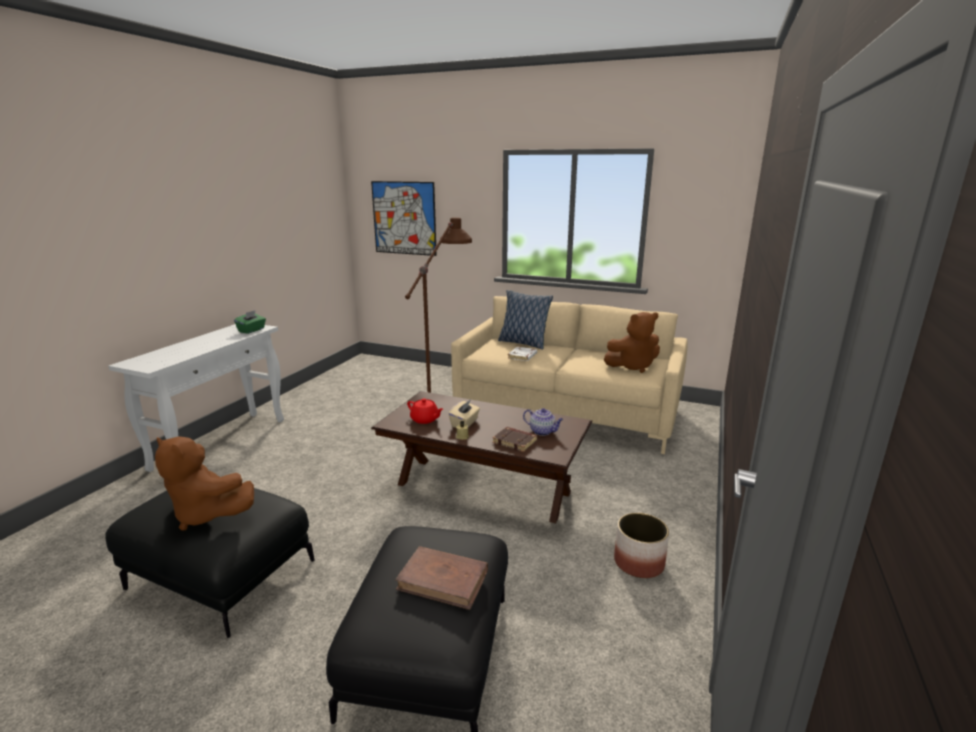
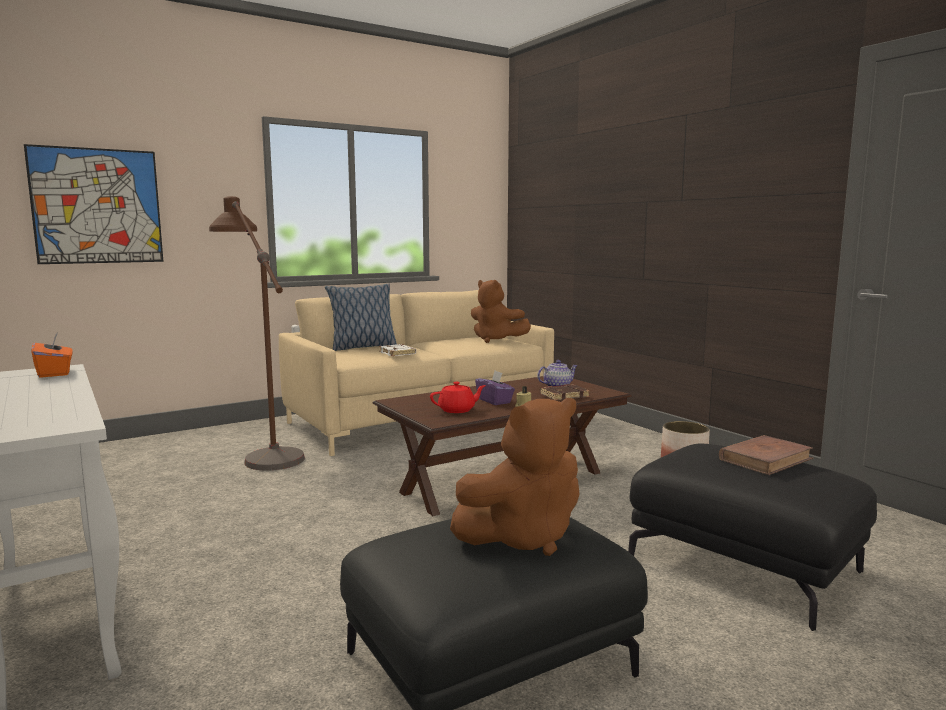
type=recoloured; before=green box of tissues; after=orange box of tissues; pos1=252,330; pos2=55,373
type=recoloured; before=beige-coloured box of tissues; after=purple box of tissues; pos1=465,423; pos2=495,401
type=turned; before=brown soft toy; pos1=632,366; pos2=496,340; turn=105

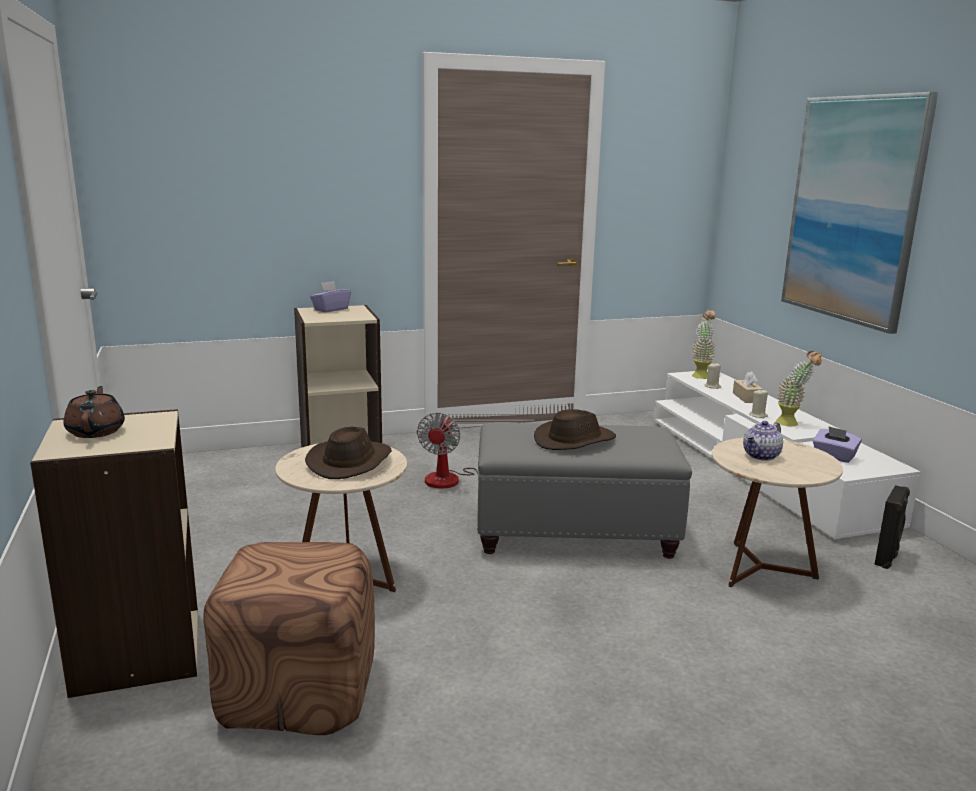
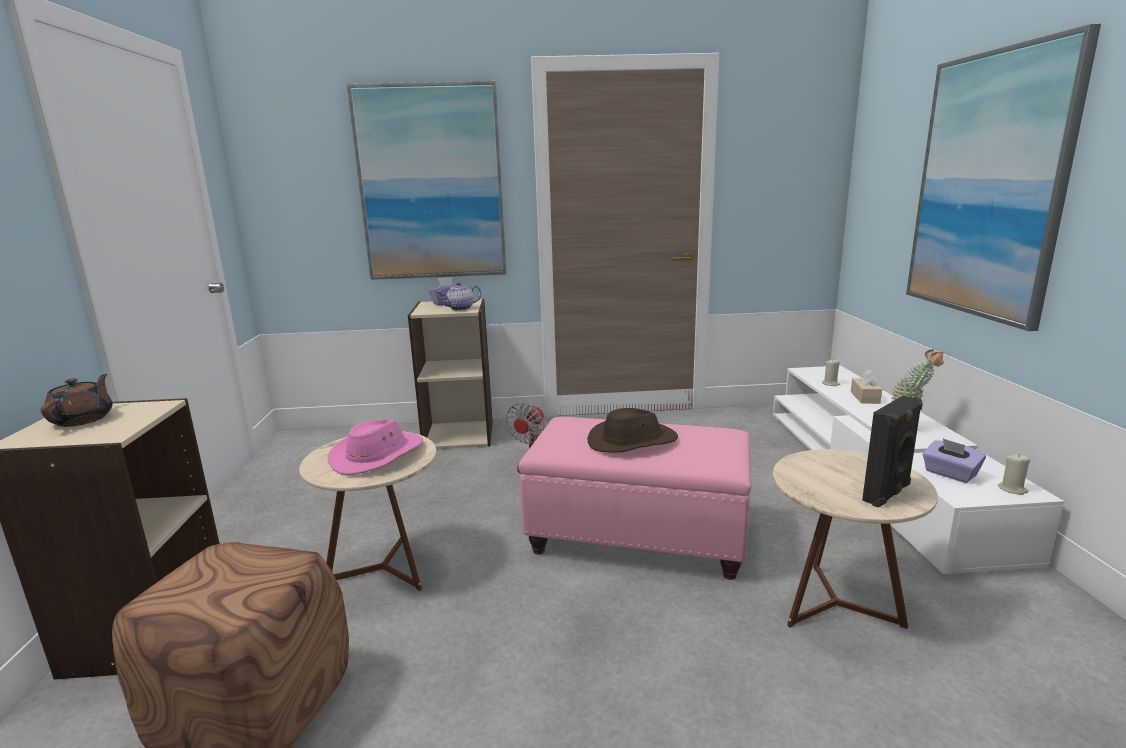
type=removed; before=houseplant; pos1=701,375
type=added; after=wall art; pos2=431,183
type=moved; before=tea pot; pos1=761,456; pos2=460,308
type=moved; before=beige-coloured wax light; pos1=758,415; pos2=1012,489
type=moved; before=black audio speaker; pos1=887,557; pos2=888,493
type=recoloured; before=brown wearable hat; after=pink-coloured wearable hat; pos1=350,462; pos2=378,455
type=recoloured; before=grey ottoman; after=pink-coloured ottoman; pos1=573,532; pos2=636,537

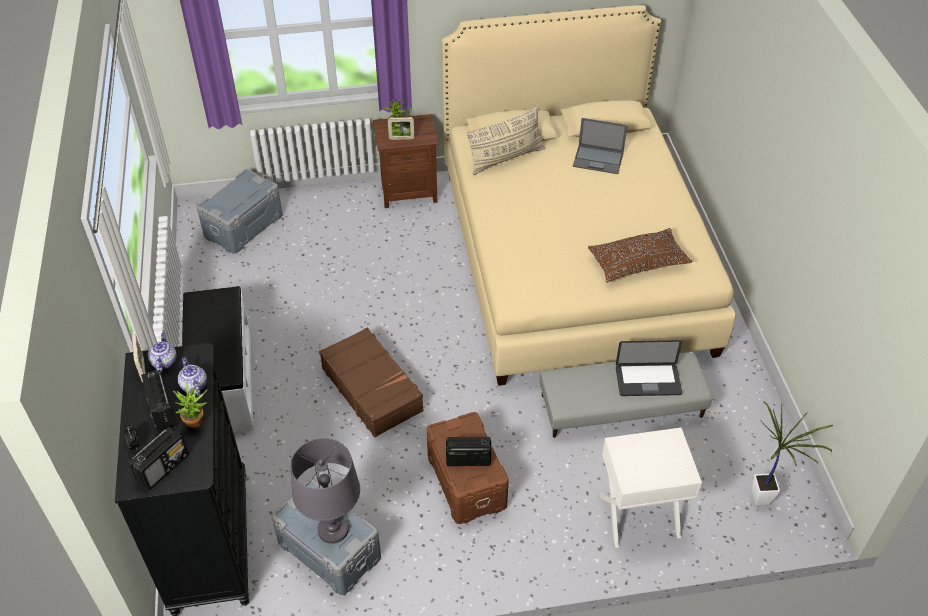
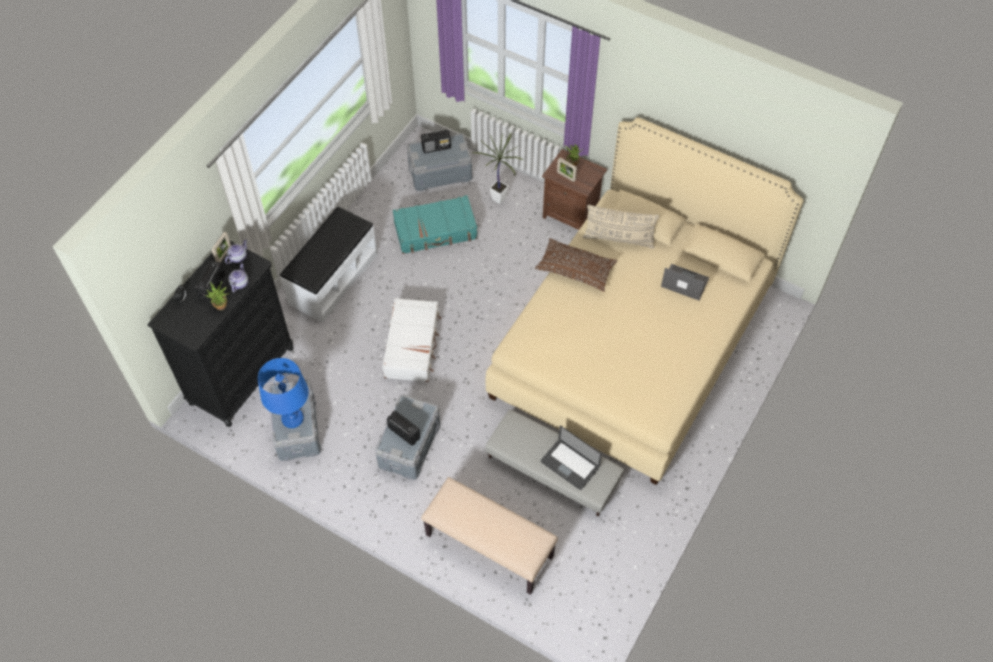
type=added; after=turquoise piece of luggage; pos2=436,231
type=moved; before=radio set; pos1=163,467; pos2=436,147
type=moved; before=brown cushion; pos1=638,263; pos2=575,270
type=moved; before=houseplant; pos1=765,500; pos2=500,201
type=replaced; before=white bedside table; after=beige-coloured long seat; pos1=639,516; pos2=488,546
type=recoloured; before=grey lamp for a table; after=blue lamp for a table; pos1=333,529; pos2=292,418
type=recoloured; before=brown piece of luggage; after=white piece of luggage; pos1=372,389; pos2=412,345
type=recoloured; before=brown storage bin; after=grey storage bin; pos1=465,482; pos2=409,445
type=turned; before=laptop; pos1=598,159; pos2=684,282; turn=150

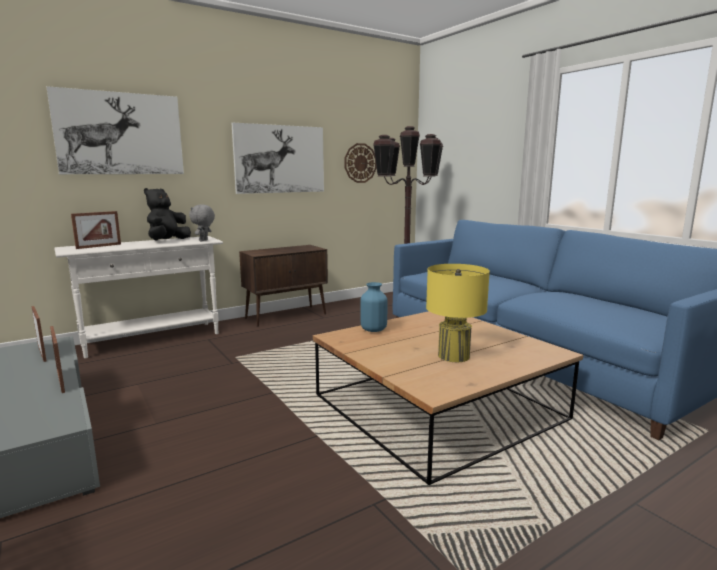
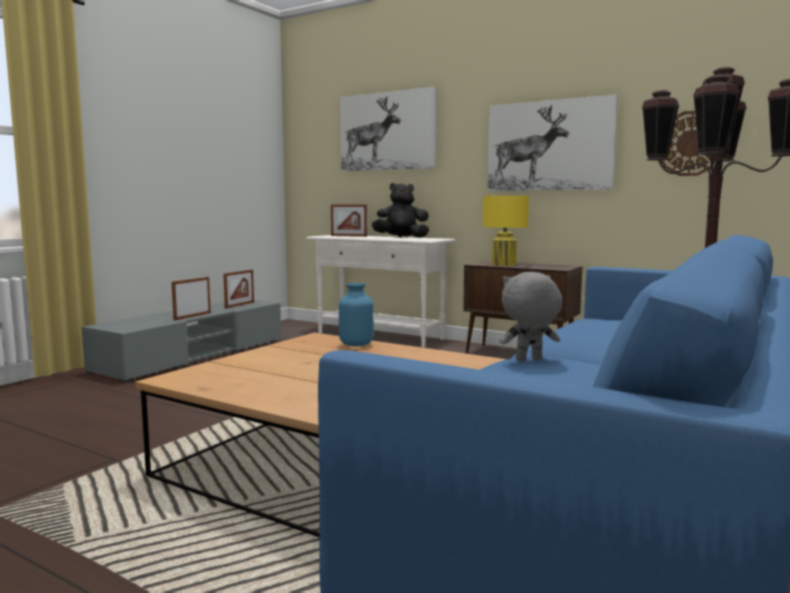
type=moved; before=grey soft toy; pos1=204,240; pos2=528,360
type=moved; before=yellow lamp for a table; pos1=453,356; pos2=504,264

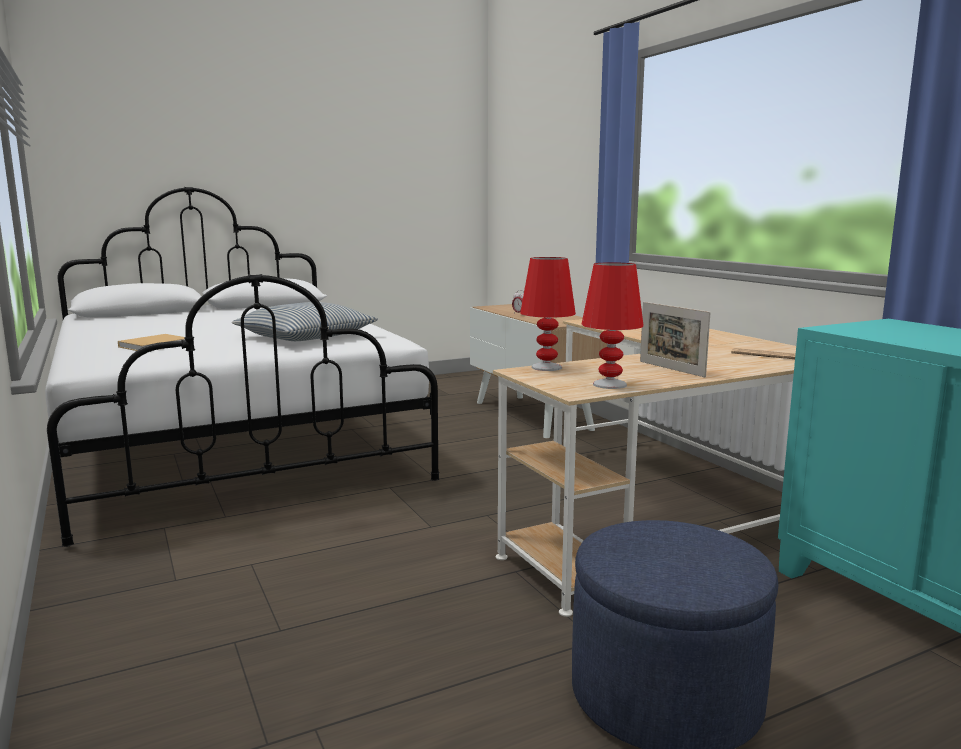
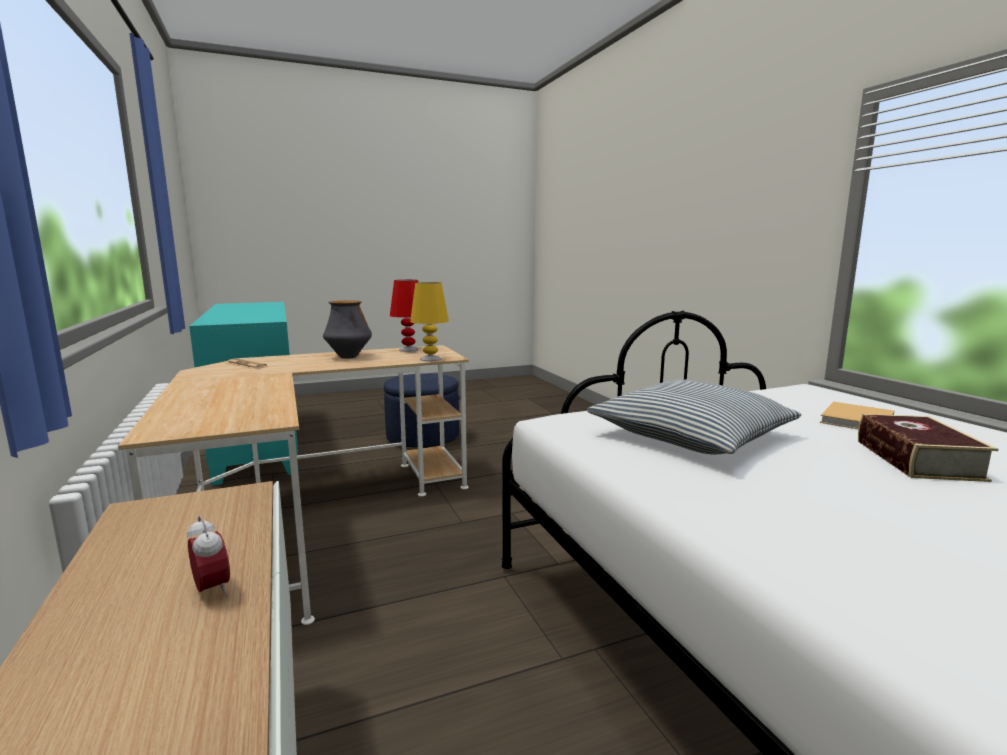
type=added; after=bound book; pos2=917,459
type=replaced; before=standing frame; after=vase; pos1=671,369; pos2=348,357
type=recoloured; before=red-coloured lamp for a table; after=yellow lamp for a table; pos1=546,367; pos2=430,359

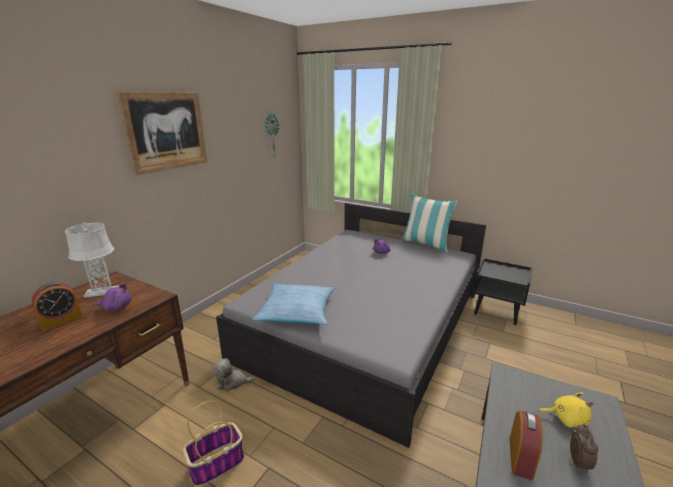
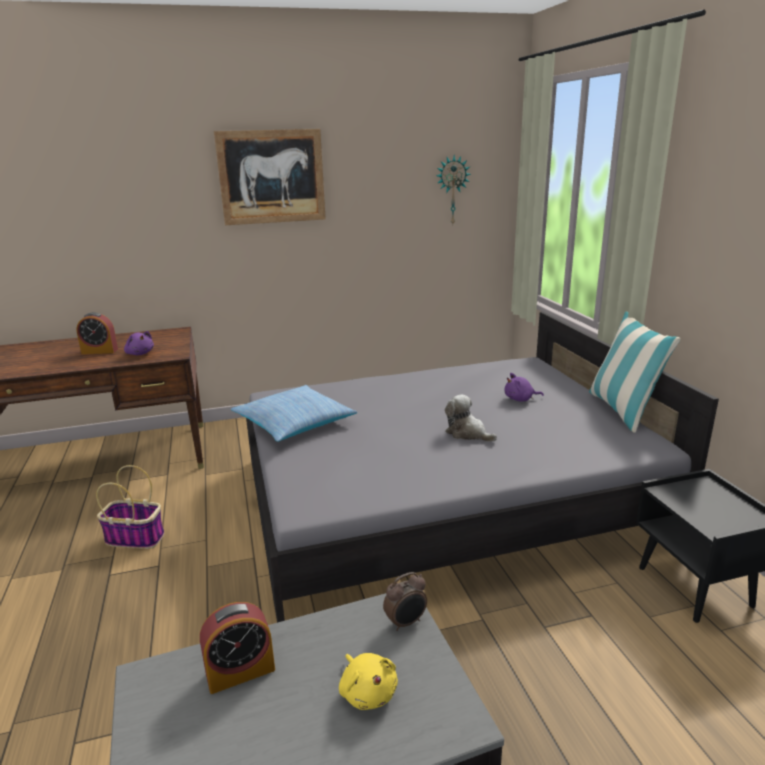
type=removed; before=grey lamp for a table; pos1=103,292
type=moved; before=soft toy; pos1=233,382; pos2=467,433
type=moved; before=table clock; pos1=579,462; pos2=406,622

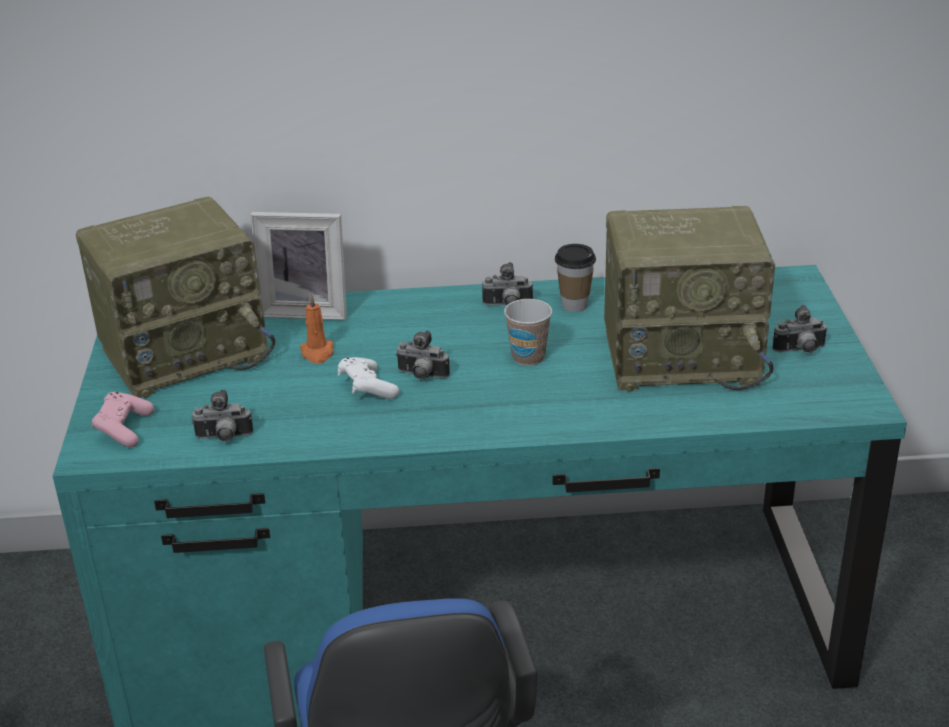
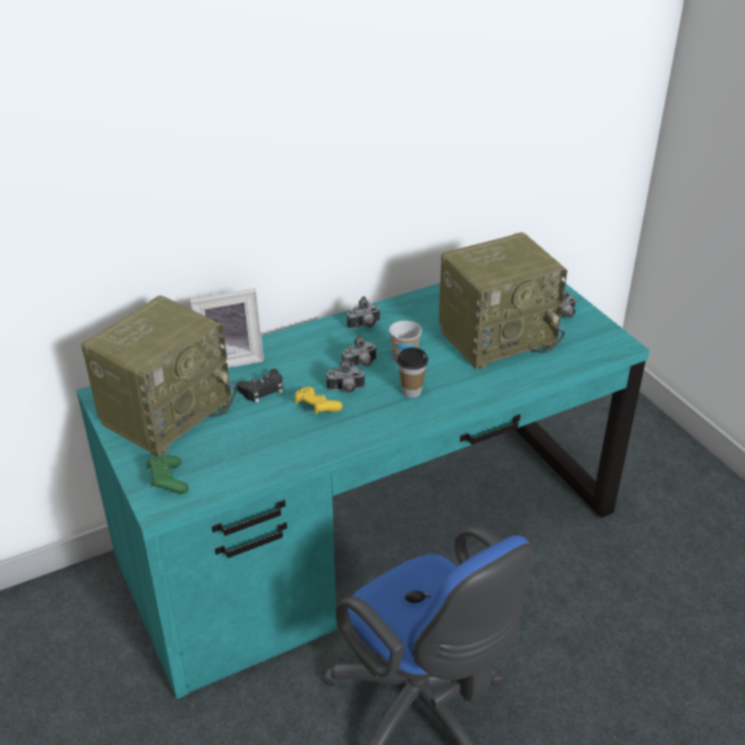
type=moved; before=still camera; pos1=224,438; pos2=361,365
type=moved; before=drinking cup; pos1=574,305; pos2=411,391
type=replaced; before=orange wax light; after=black joypad; pos1=317,353; pos2=262,390
type=recoloured; before=pink-coloured joypad; after=green joypad; pos1=124,429; pos2=168,481
type=recoloured; before=white joypad; after=yellow joypad; pos1=367,389; pos2=316,408

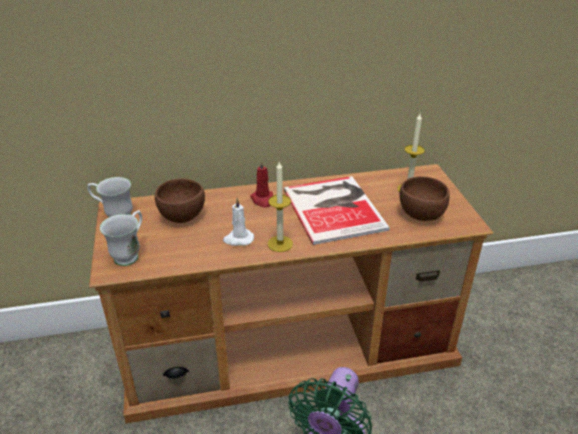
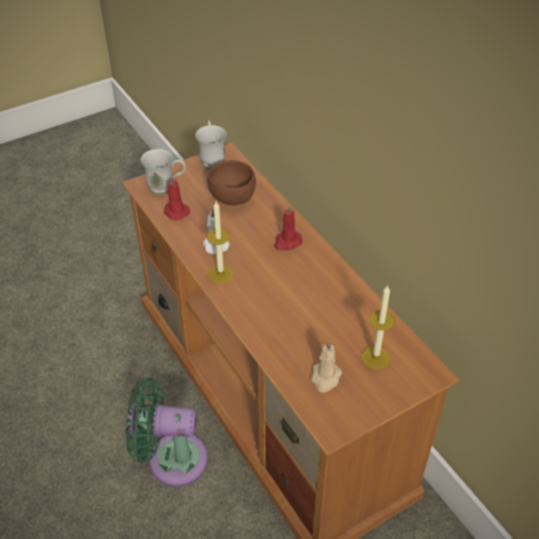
type=removed; before=bound book; pos1=335,207
type=added; after=red-coloured wax light; pos2=175,211
type=replaced; before=brown serving bowl; after=beige-coloured wax light; pos1=421,215; pos2=325,378

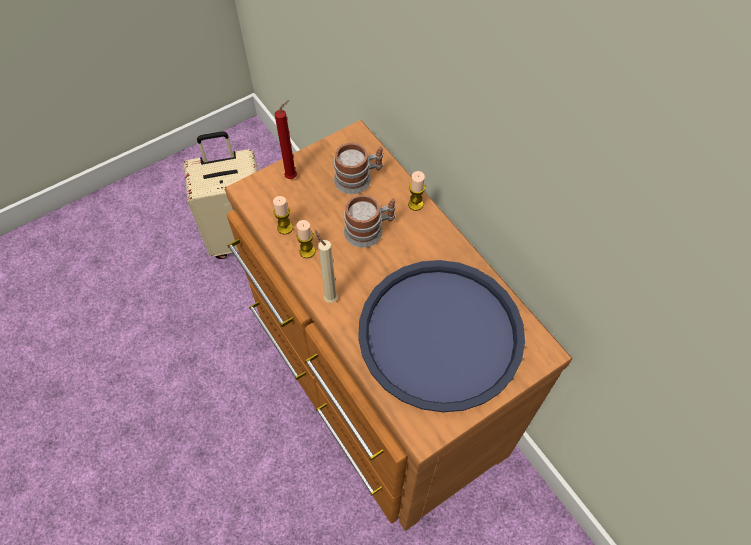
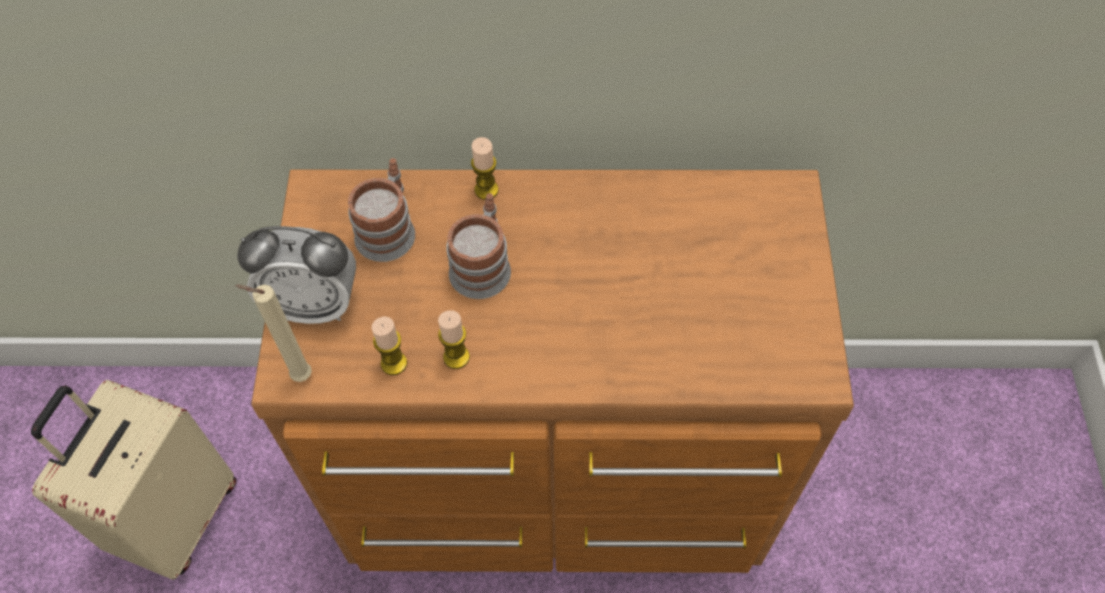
type=removed; before=blue carrying tray; pos1=440,334
type=moved; before=beige-coloured wax light; pos1=329,297; pos2=298,376
type=replaced; before=red-coloured wax light; after=table clock; pos1=293,176; pos2=314,304

